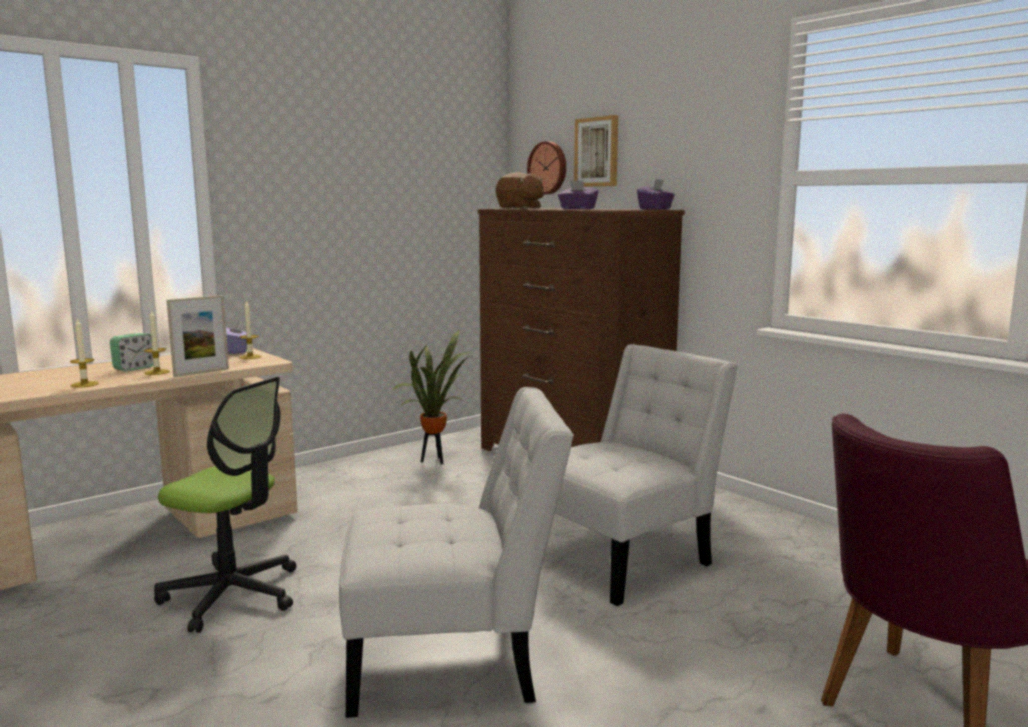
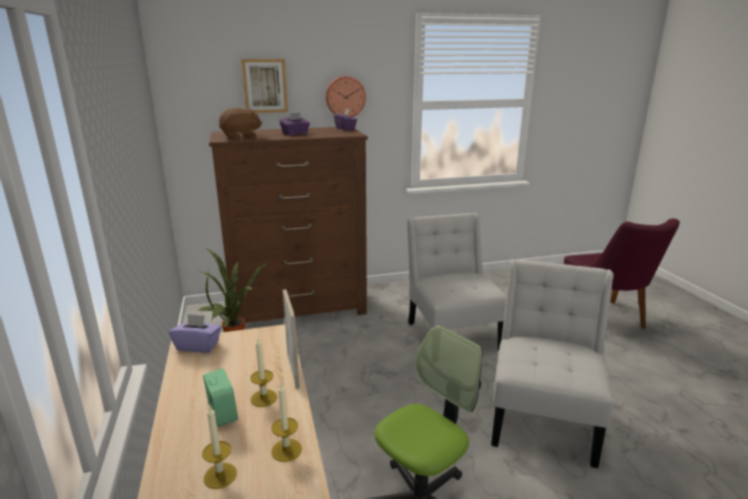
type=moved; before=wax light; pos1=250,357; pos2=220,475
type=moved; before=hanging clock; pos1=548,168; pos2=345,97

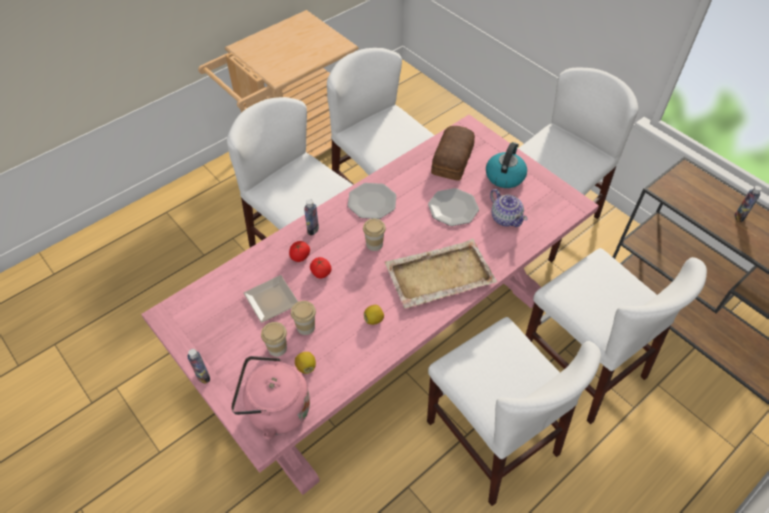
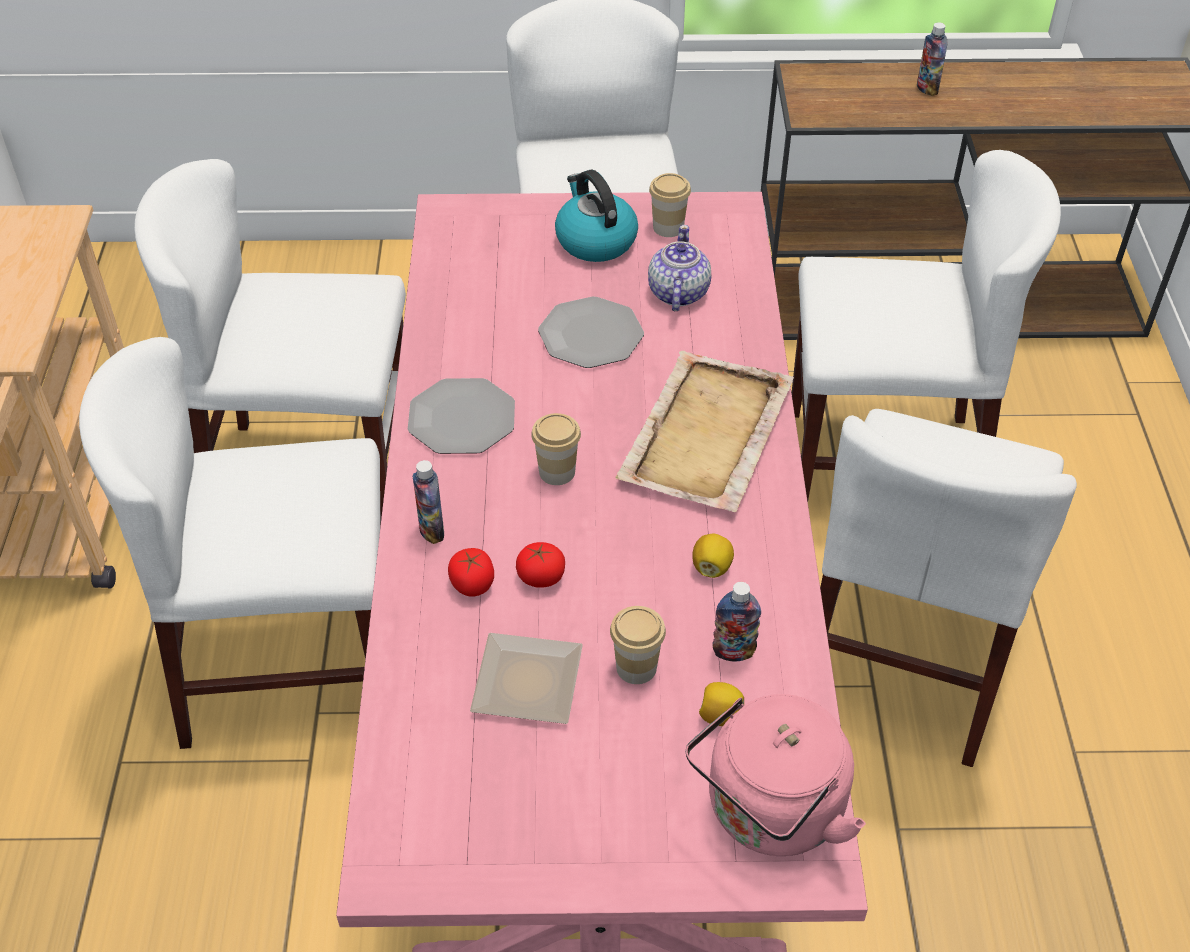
type=removed; before=bakery bread; pos1=453,159
type=moved; before=bottle; pos1=203,376; pos2=733,652
type=moved; before=drinking cup; pos1=277,348; pos2=668,227
type=turned; before=white upright chair; pos1=491,437; pos2=904,659; turn=105
type=turned; before=tea pot; pos1=505,218; pos2=677,293; turn=-90

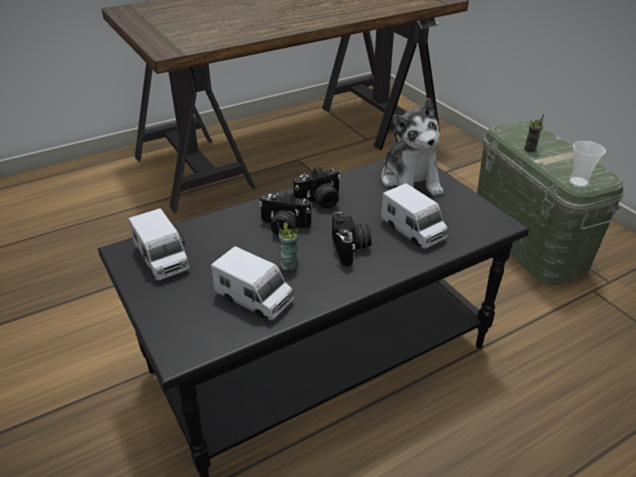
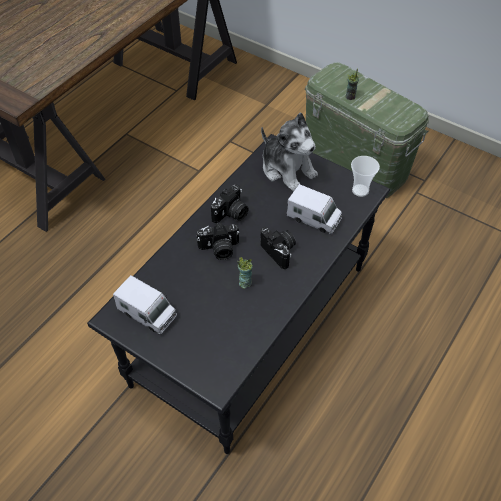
type=removed; before=model truck; pos1=254,298
type=moved; before=drinking cup; pos1=578,182; pos2=360,190

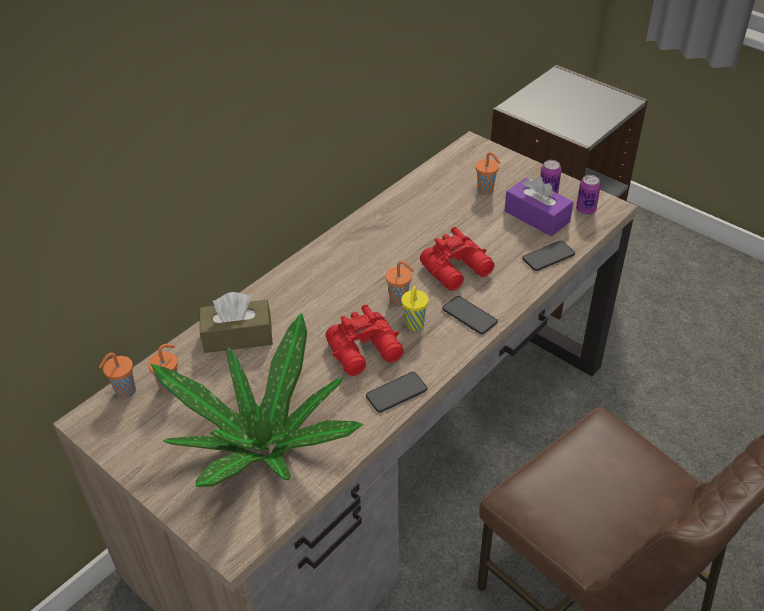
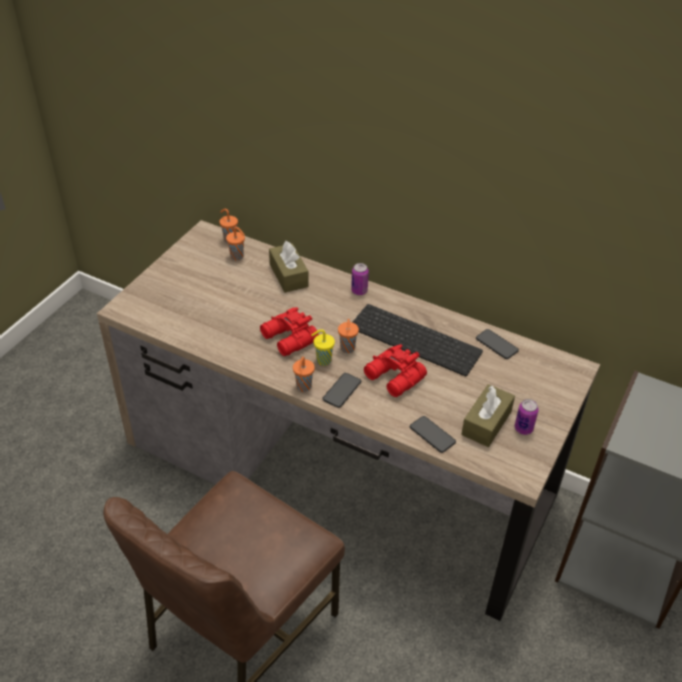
type=removed; before=houseplant; pos1=263,444
type=added; after=PC keyboard; pos2=417,338
type=moved; before=handset; pos1=396,393; pos2=496,345
type=moved; before=orange drinking cup; pos1=486,191; pos2=303,387
type=moved; before=can; pos1=585,210; pos2=359,291
type=recoloured; before=purple box of tissues; after=brown box of tissues; pos1=537,216; pos2=486,423

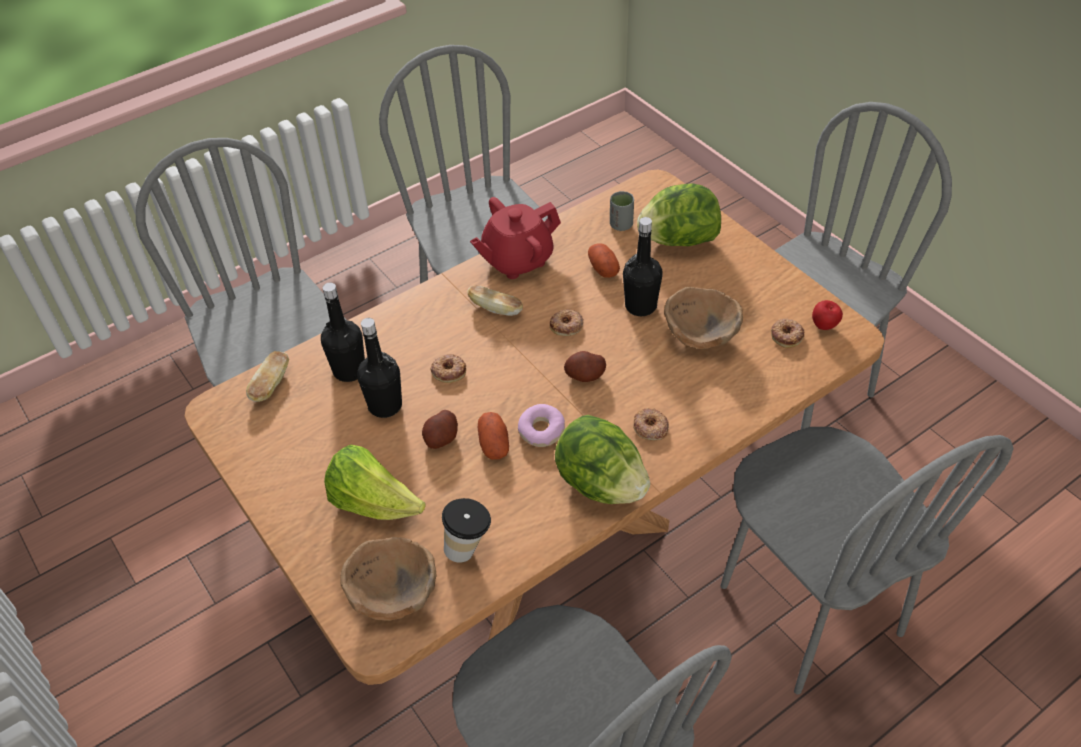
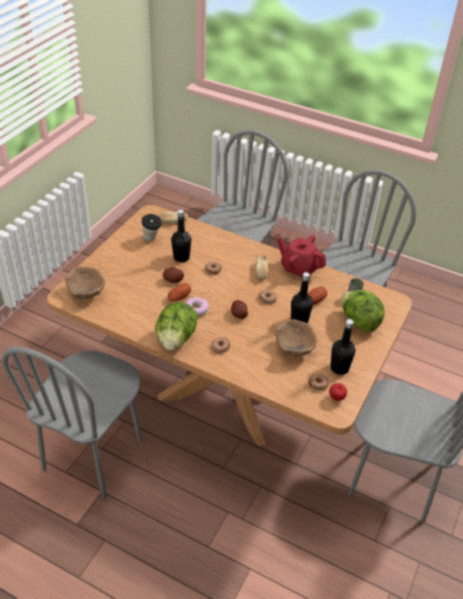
type=removed; before=lettuce head; pos1=374,503
type=removed; before=grey upright chair; pos1=809,610
type=moved; before=black bottle; pos1=349,370; pos2=339,368
type=moved; before=drinking cup; pos1=469,549; pos2=152,239

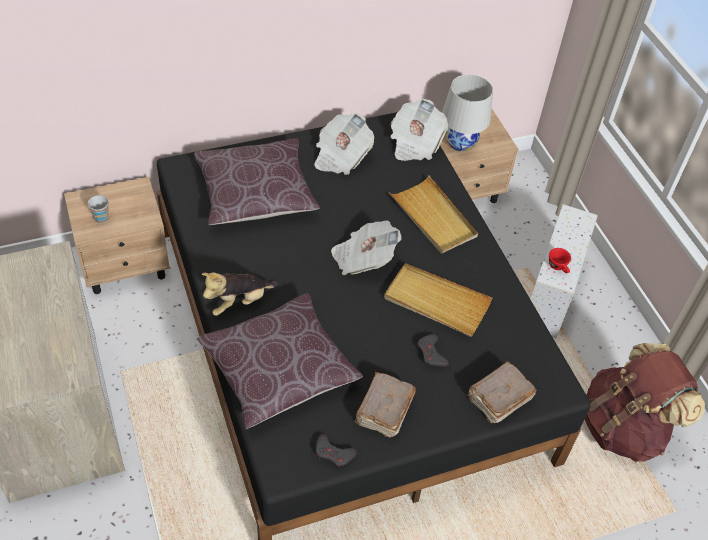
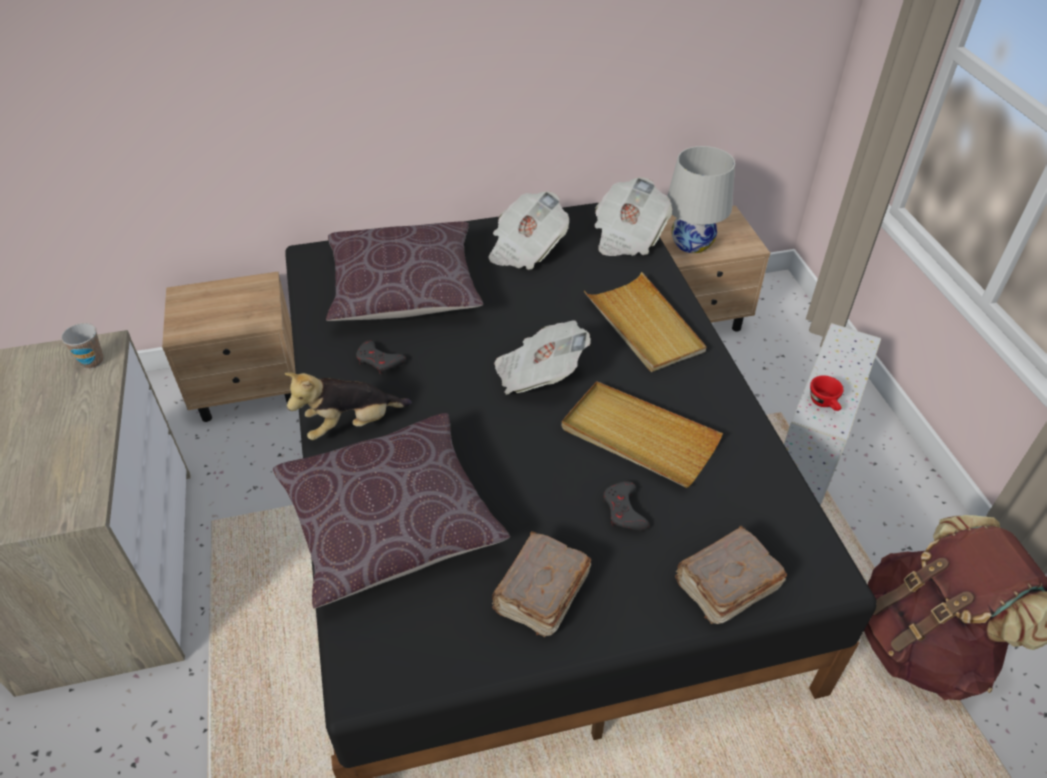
type=moved; before=drinking cup; pos1=101,218; pos2=92,361
type=moved; before=grey joypad; pos1=333,453; pos2=379,361

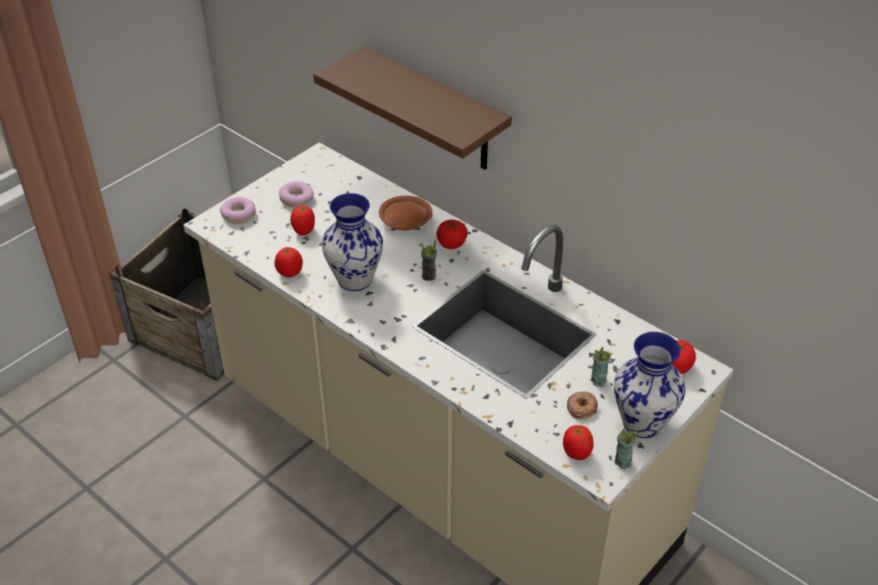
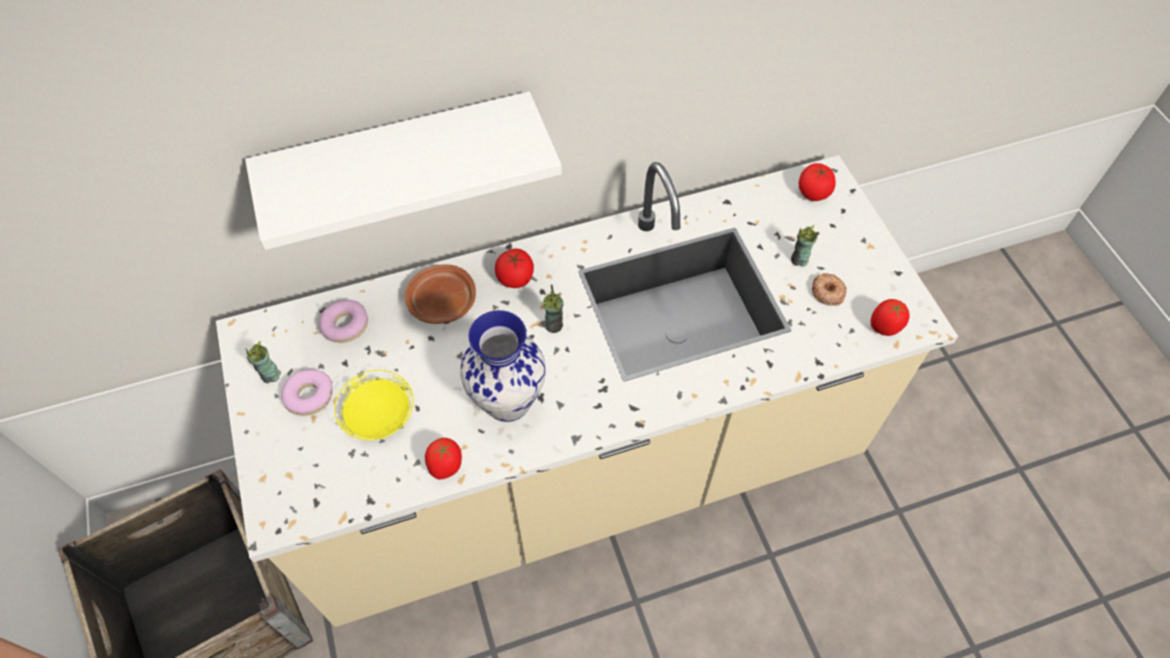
type=removed; before=vase; pos1=643,422
type=moved; before=ring doughnut; pos1=238,215; pos2=345,325
type=moved; before=drinking cup; pos1=622,462; pos2=270,375
type=replaced; before=fresh tomato; after=yellow flat dish; pos1=304,231; pos2=378,415
type=recoloured; before=brown wall shelf; after=white wall shelf; pos1=434,111; pos2=400,161

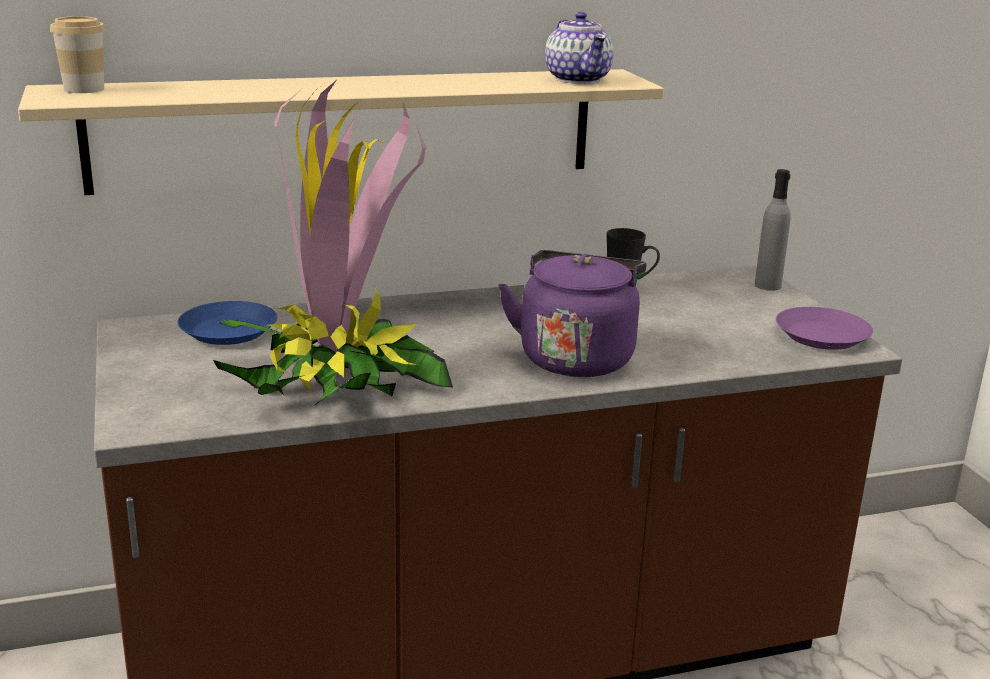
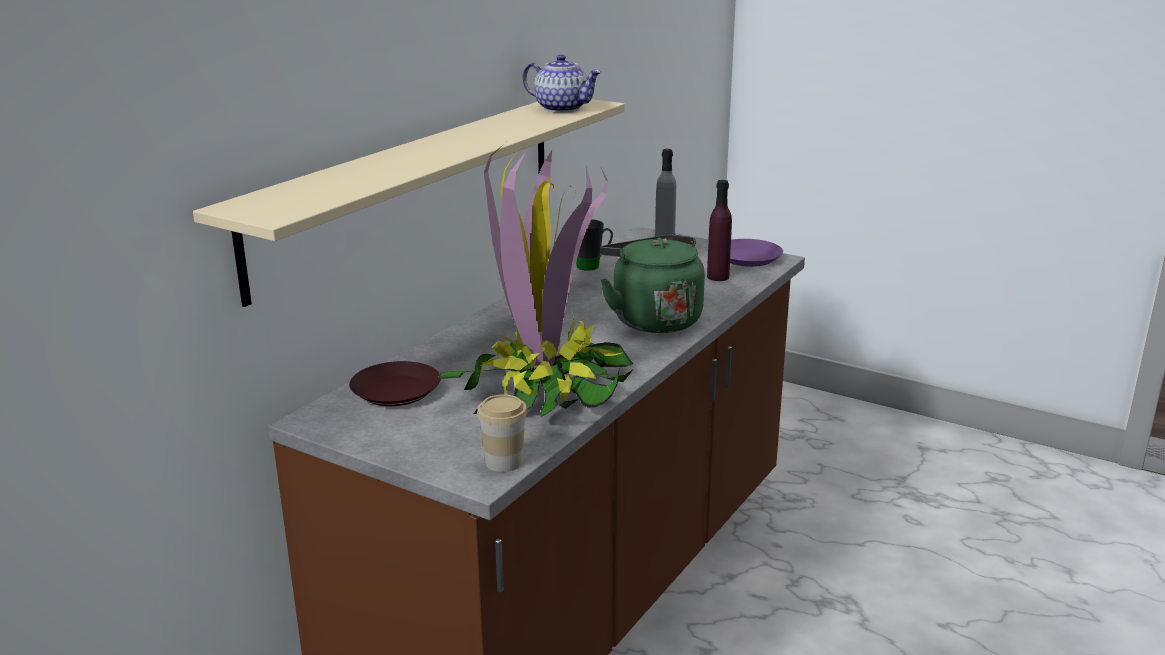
type=added; after=purple bottle; pos2=718,277
type=moved; before=drinking cup; pos1=84,89; pos2=504,462
type=recoloured; before=blue flat dish; after=brown flat dish; pos1=227,330; pos2=395,391
type=recoloured; before=purple tea kettle; after=green tea kettle; pos1=576,357; pos2=652,319

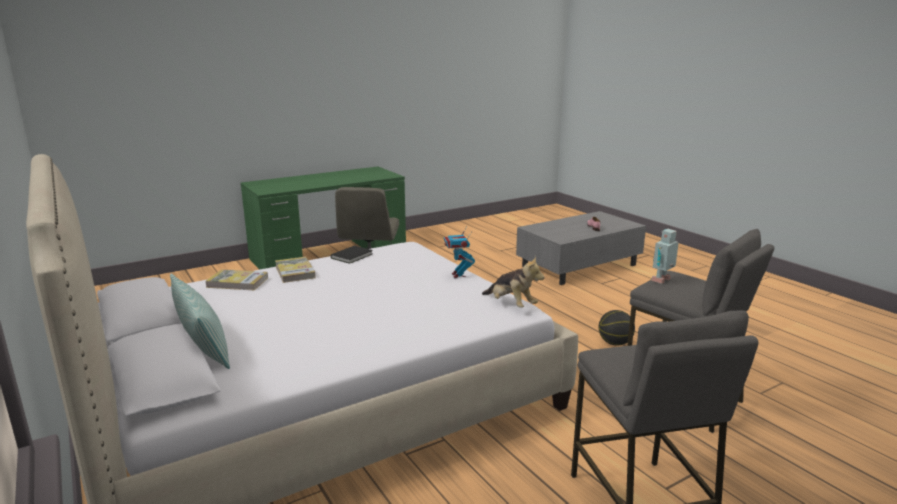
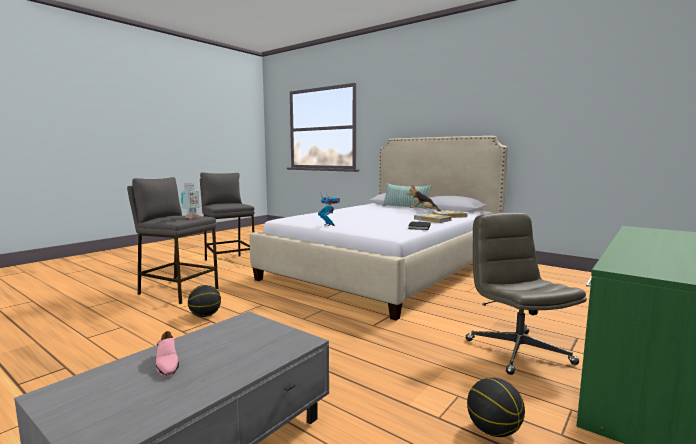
type=added; after=basketball; pos2=493,431
type=moved; before=soft toy; pos1=511,304; pos2=423,211

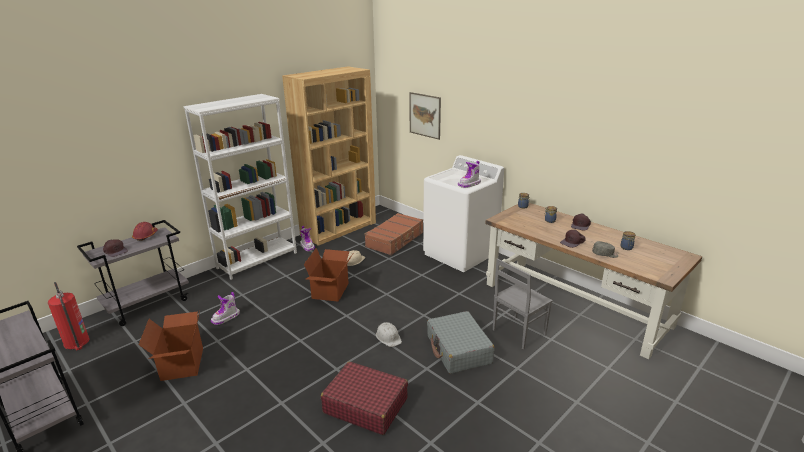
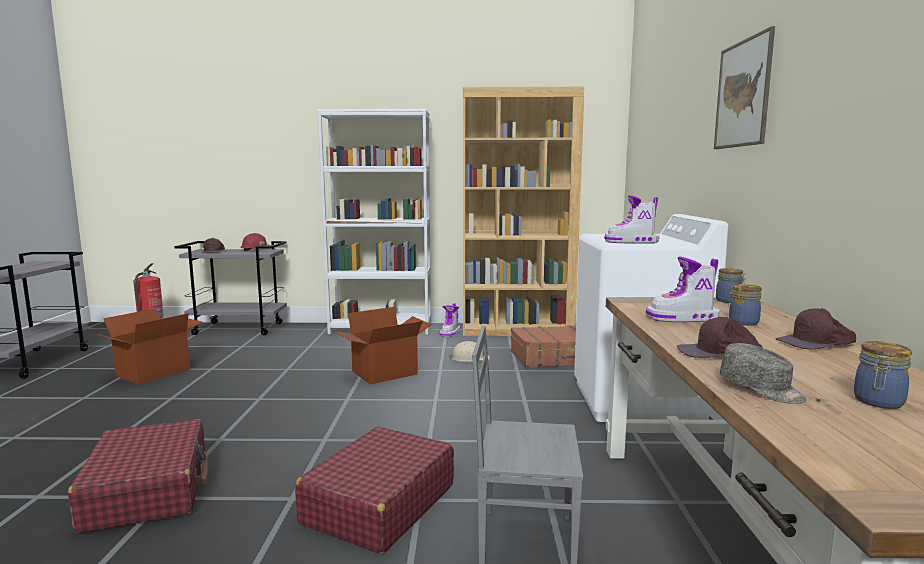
type=removed; before=white hard hat; pos1=388,337
type=moved; before=high-top boot; pos1=226,318; pos2=683,318
type=moved; before=wall art; pos1=425,115; pos2=742,94
type=recoloured; before=grey piece of luggage; after=red-coloured piece of luggage; pos1=458,350; pos2=379,504

